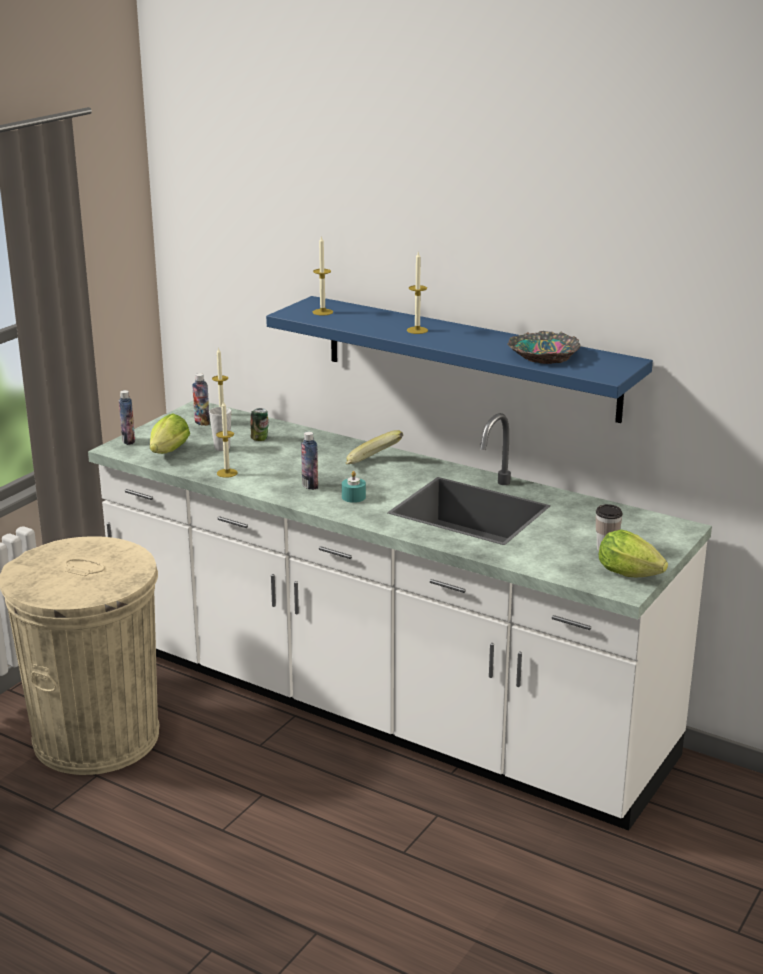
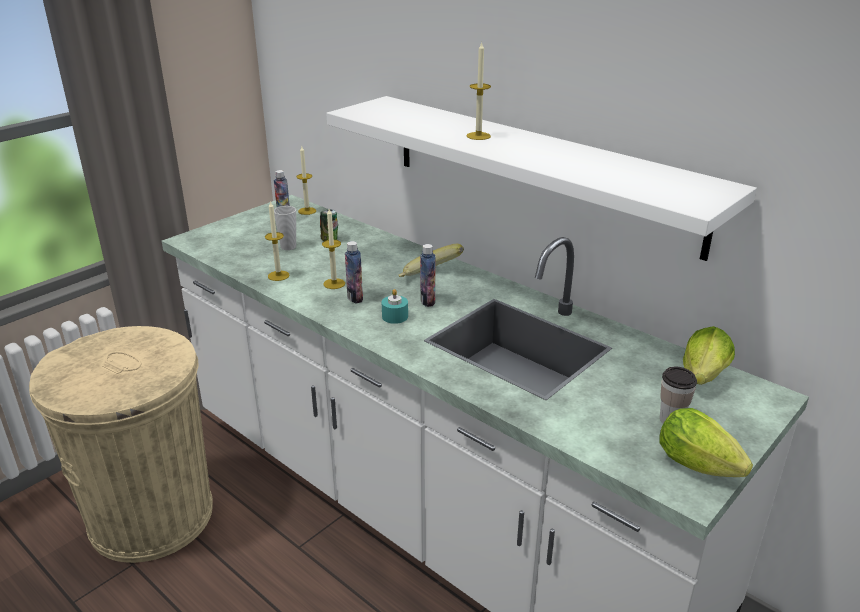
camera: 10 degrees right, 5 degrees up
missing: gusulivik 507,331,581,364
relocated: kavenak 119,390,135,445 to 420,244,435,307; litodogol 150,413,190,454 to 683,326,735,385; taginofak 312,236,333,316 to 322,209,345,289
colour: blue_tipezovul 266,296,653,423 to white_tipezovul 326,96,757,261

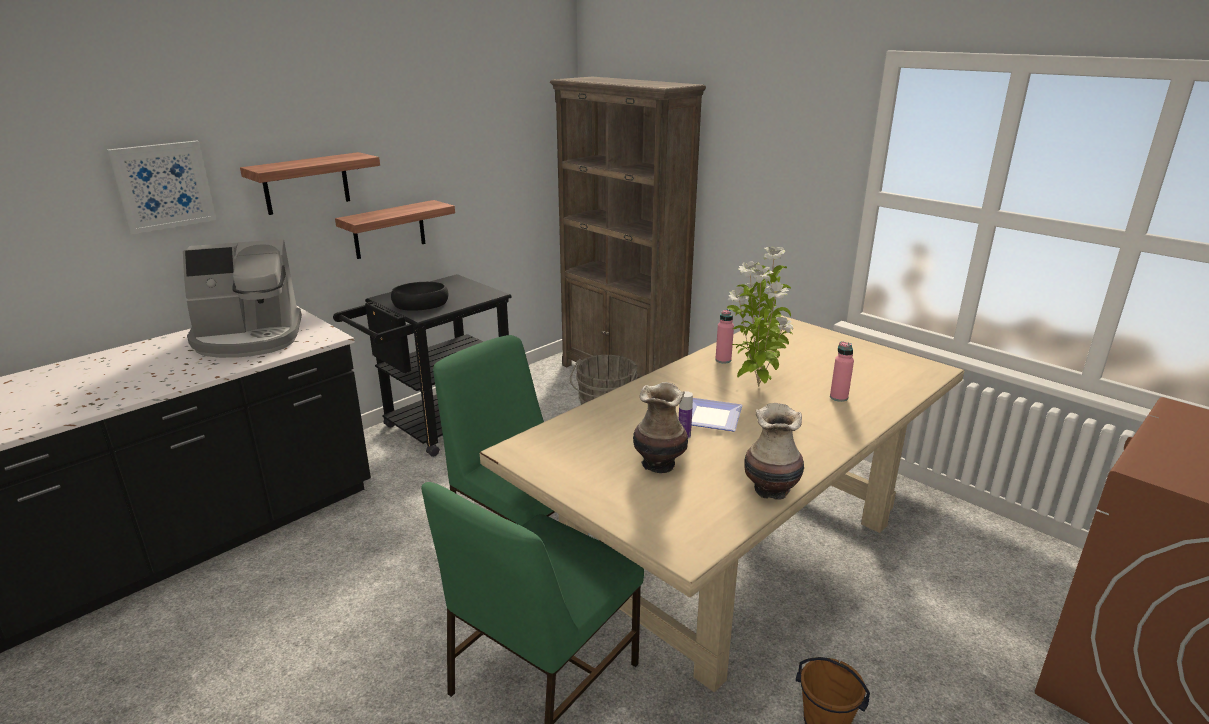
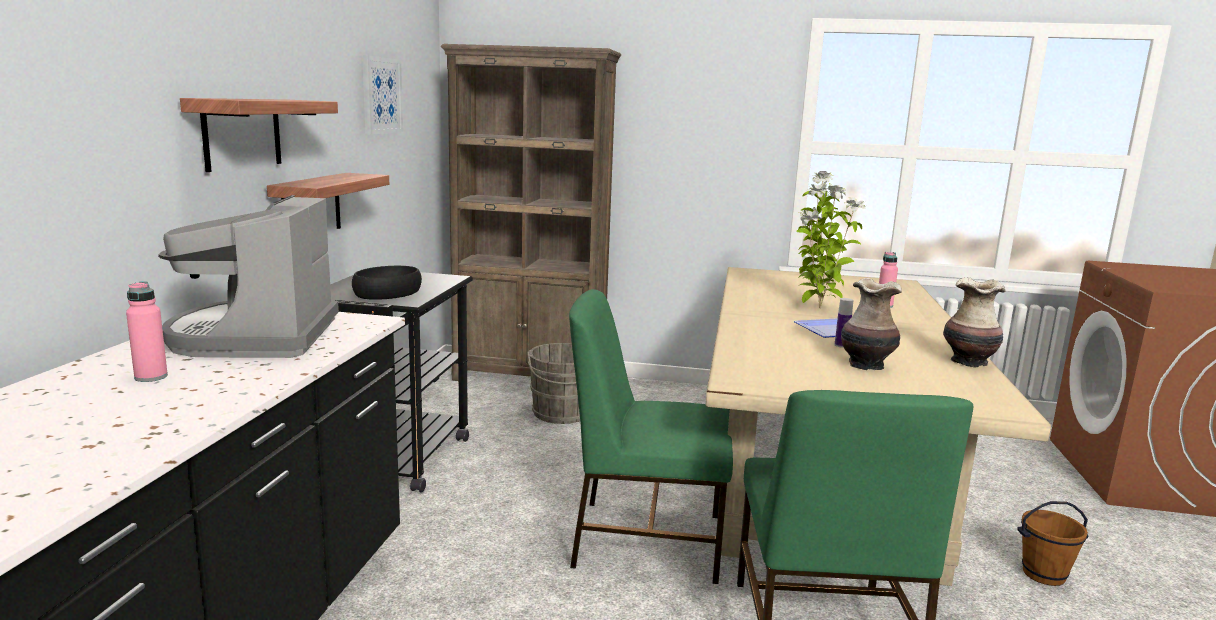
camera: 35 degrees left, 10 degrees down
relocated: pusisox 107,141,217,234 to 362,55,403,135; pink_kavenak 715,309,734,363 to 126,281,168,382
spun: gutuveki 183,239,302,358 = 158,195,339,358 135 degrees clockwise

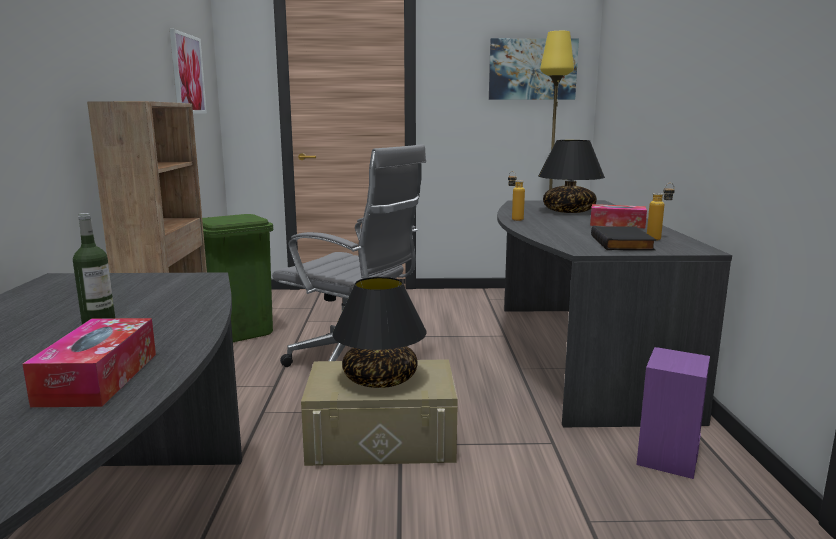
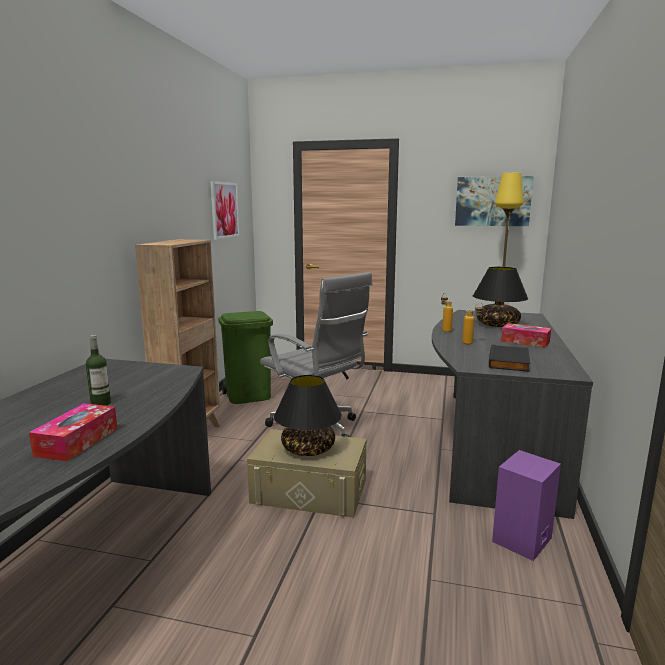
camera: 15 degrees right, 0 degrees up
relocated: kavenak 647,183,675,241 to 462,303,484,345

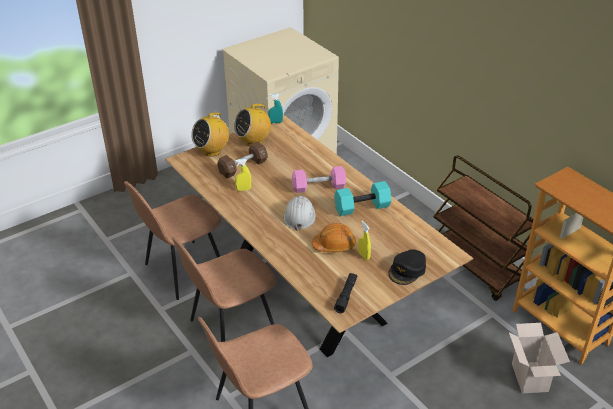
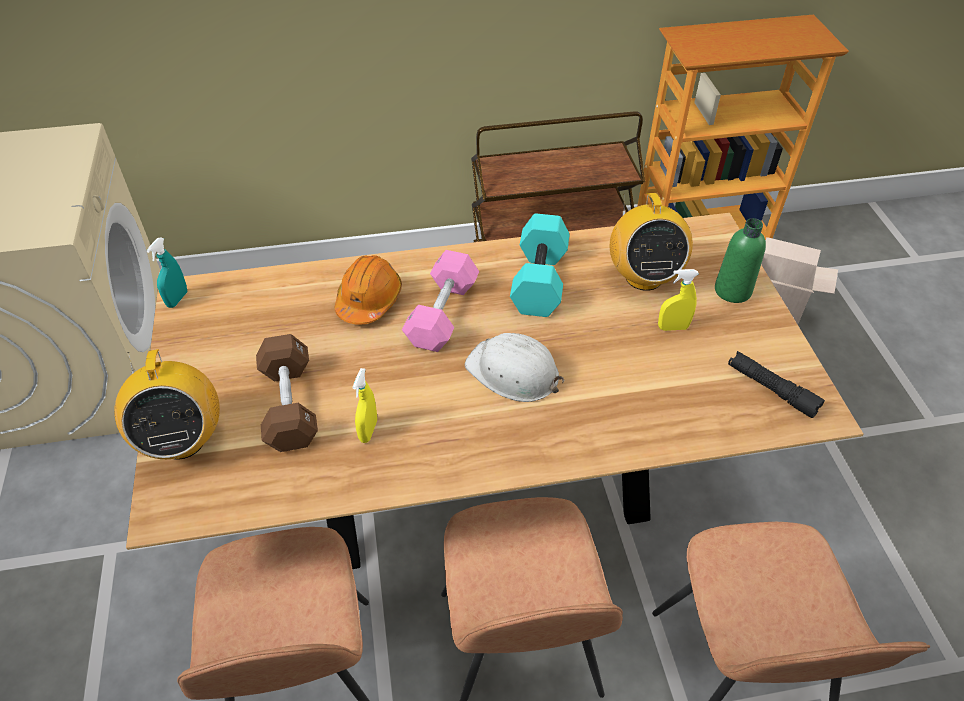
camera: 65 degrees left, 10 degrees up
relocated: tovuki 234,104,271,146 to 610,193,693,291; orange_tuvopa 312,223,356,252 to 335,255,402,325
exchanged: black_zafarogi 388,249,426,285 to green_kavenak 715,218,766,303

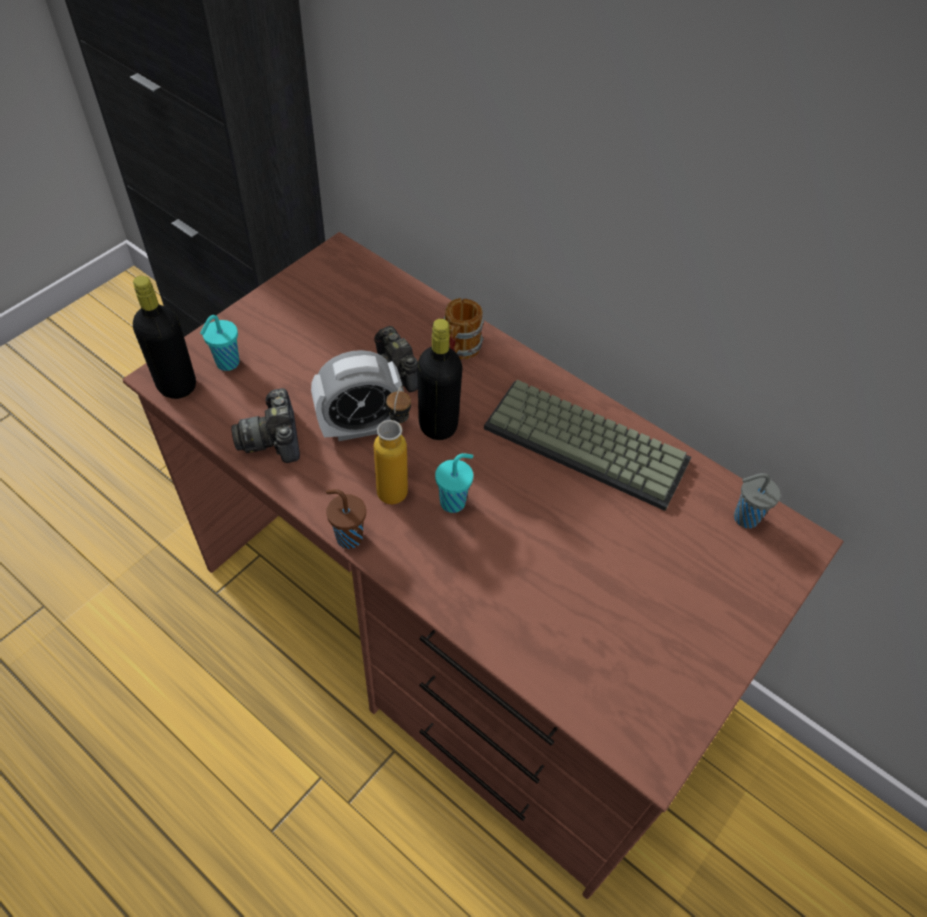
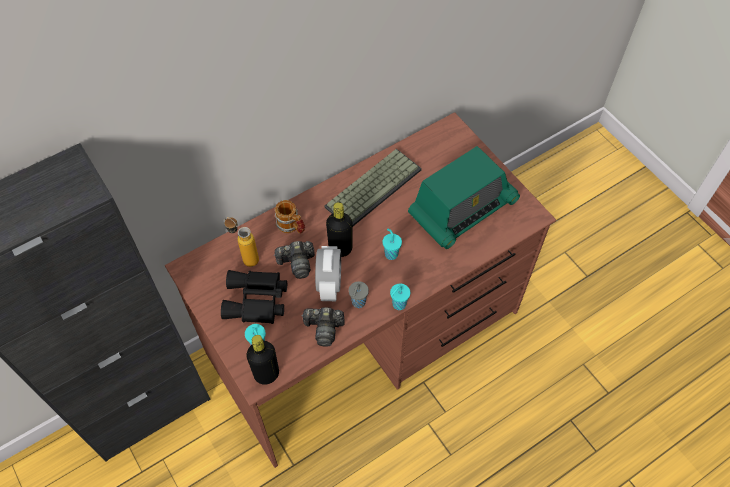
camera: 70 degrees left, 5 degrees up
appeared: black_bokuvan 221,270,287,324; tovuki 408,146,520,249
relocated: kavenak 374,386,411,504 to 225,217,259,267; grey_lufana 734,473,781,528 to 349,281,369,308
colour: brown_lufana 326,489,366,549 to turquoise_lufana 390,283,410,310

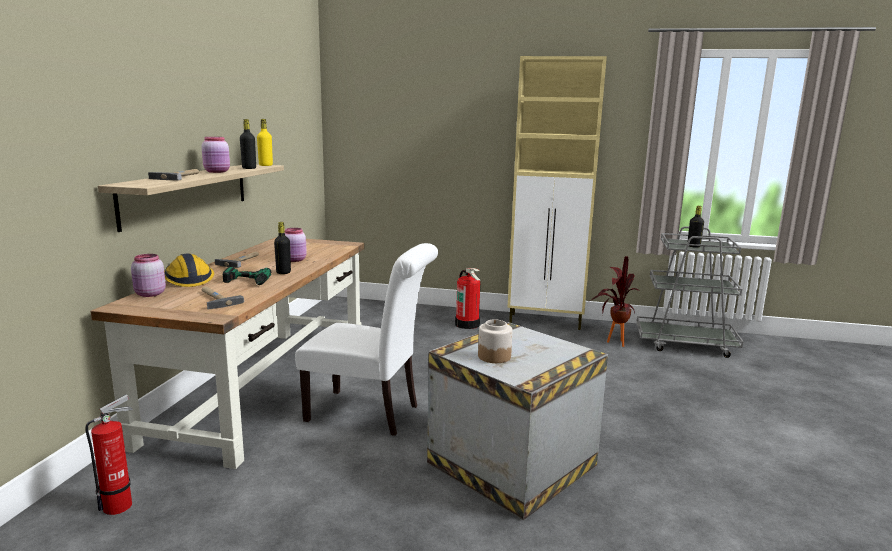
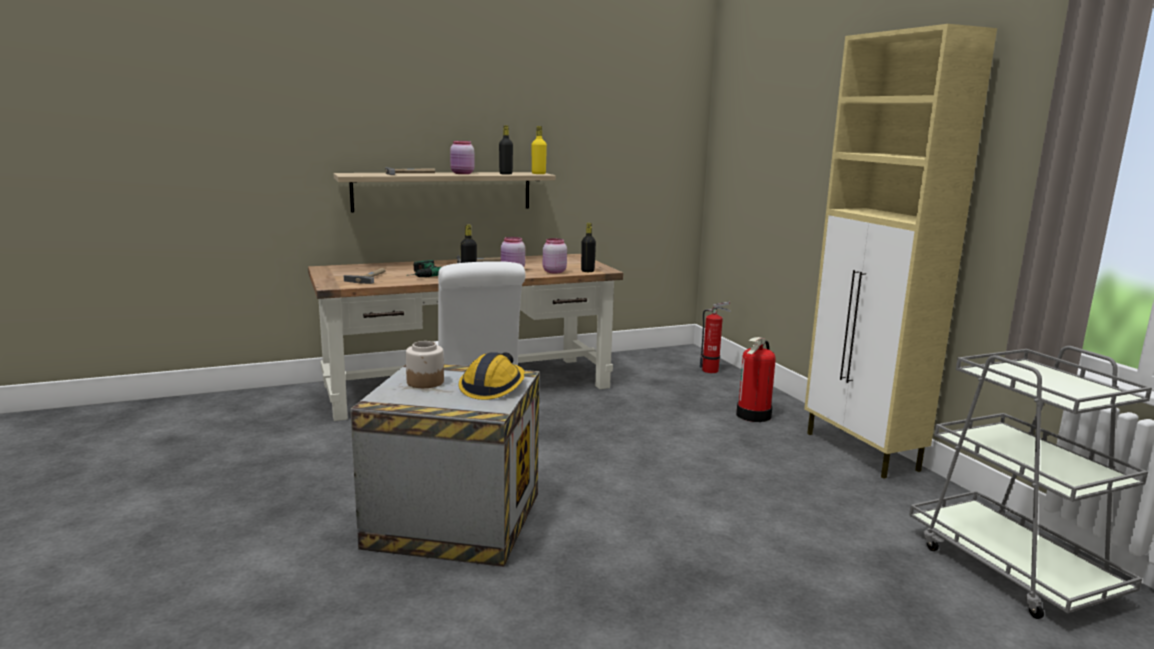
camera: 55 degrees right, 0 degrees up
missing: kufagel 590,256,640,347
relocated: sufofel 85,394,133,515 to 700,301,731,373; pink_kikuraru 131,254,166,297 to 543,238,567,274; tuvopa 164,253,214,287 to 459,352,525,400; black_kavenak 687,206,704,248 to 581,223,596,272

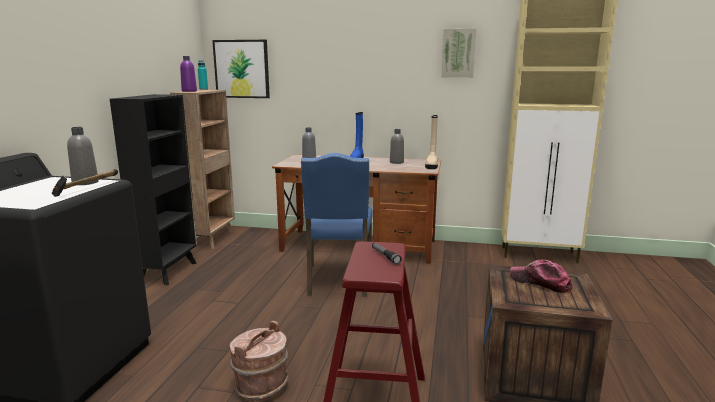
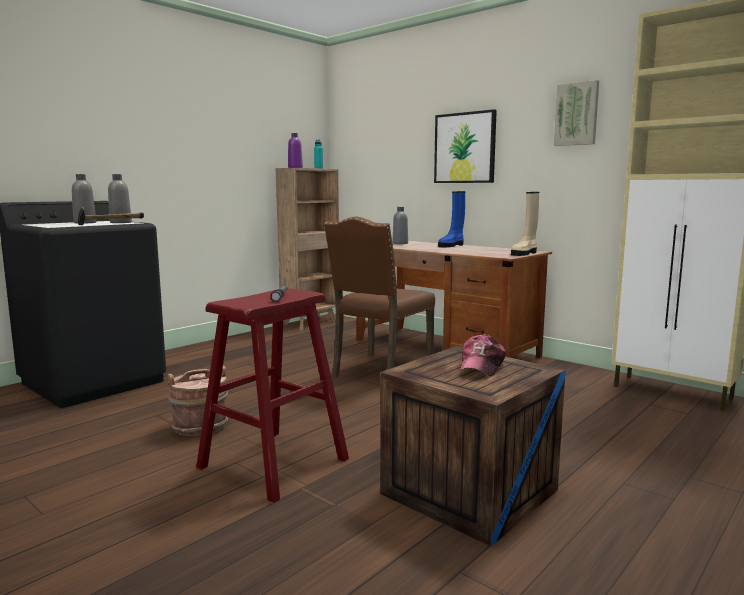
camera: 30 degrees right, 5 degrees down
missing: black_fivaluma 110,94,197,285
relocated: pusisox 212,40,270,98 to 434,109,497,183; grey_kavenak 390,129,404,164 to 72,174,96,223
colour: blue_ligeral 301,153,373,297 to brown_ligeral 324,216,435,378
spun: zafarogi 510,259,573,293 = 459,334,506,376 135 degrees counterclockwise

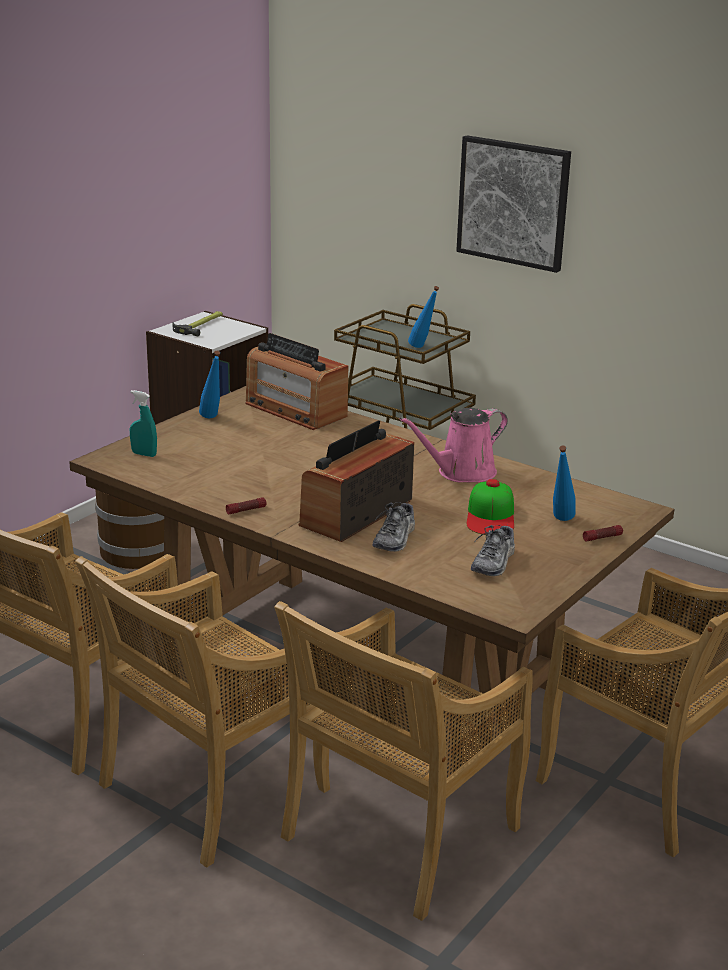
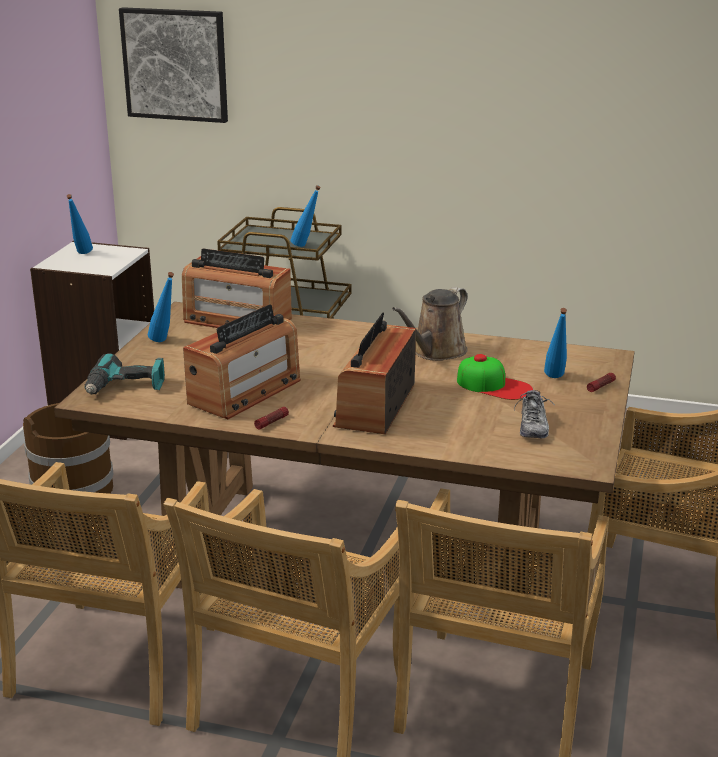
camera: 20 degrees left, 0 degrees up
missing: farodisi 372,500,415,552
appeared: tovuki 183,304,301,419
relocated: pusisox 456,135,571,273 to 119,7,228,123
exchanged: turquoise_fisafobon 130,390,157,457 to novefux 84,353,165,395; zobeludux 172,311,223,336 to blue_kavenak 67,194,93,254
colour: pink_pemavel 400,408,508,482 to brown_pemavel 392,287,468,361
spun: zafarogi 467,479,514,535 = 457,354,533,400 45 degrees counterclockwise

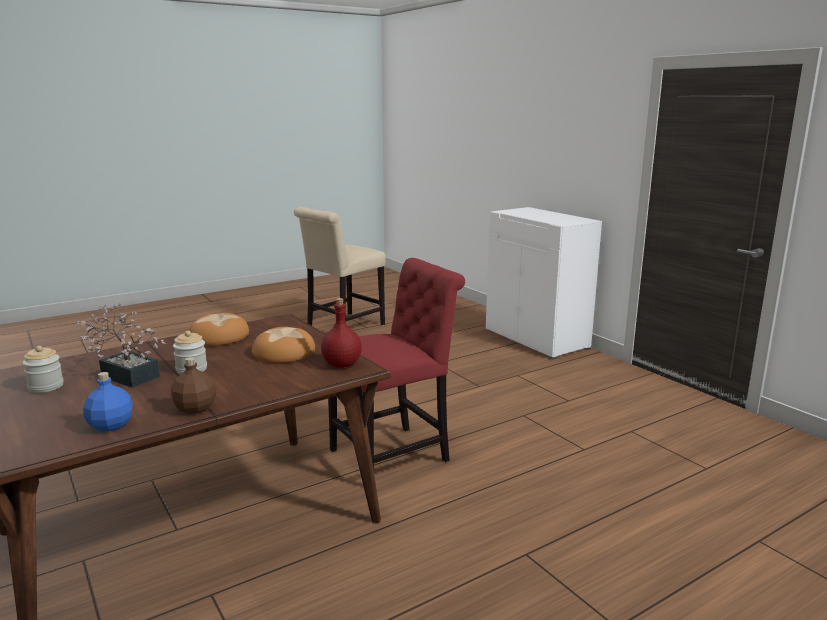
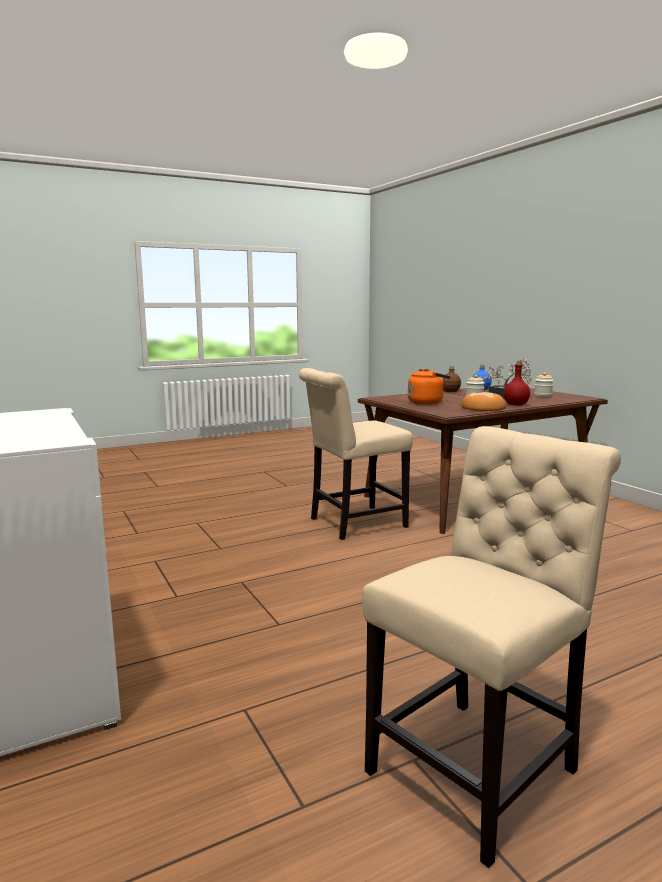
camera: 175 degrees left, 5 degrees down
relocated: red_kavenak 321,298,362,368 to 504,361,530,406
exchanged: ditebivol 252,327,315,363 to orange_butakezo 408,368,451,404
colour: red_ligeral 328,258,465,469 to beige_ligeral 299,368,413,540

